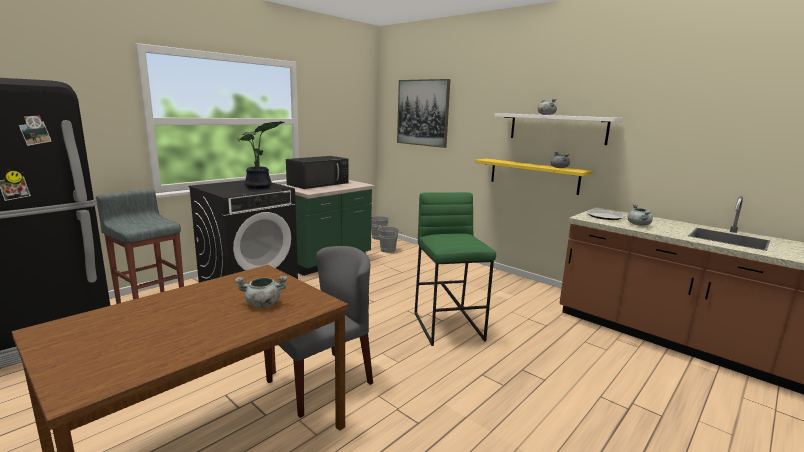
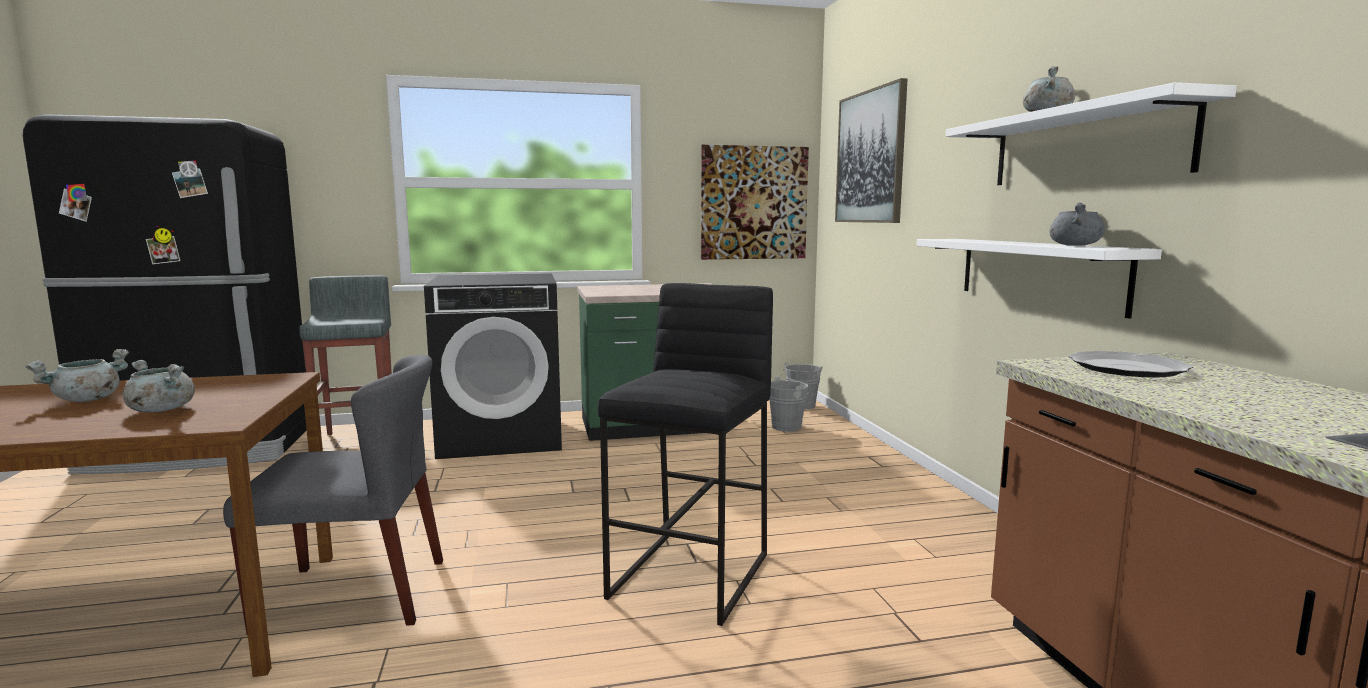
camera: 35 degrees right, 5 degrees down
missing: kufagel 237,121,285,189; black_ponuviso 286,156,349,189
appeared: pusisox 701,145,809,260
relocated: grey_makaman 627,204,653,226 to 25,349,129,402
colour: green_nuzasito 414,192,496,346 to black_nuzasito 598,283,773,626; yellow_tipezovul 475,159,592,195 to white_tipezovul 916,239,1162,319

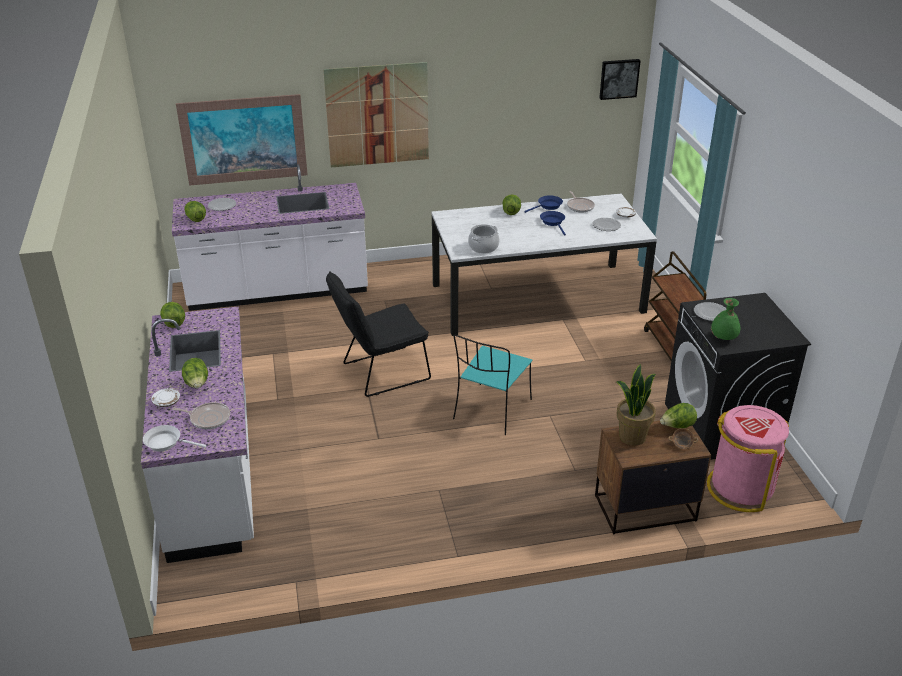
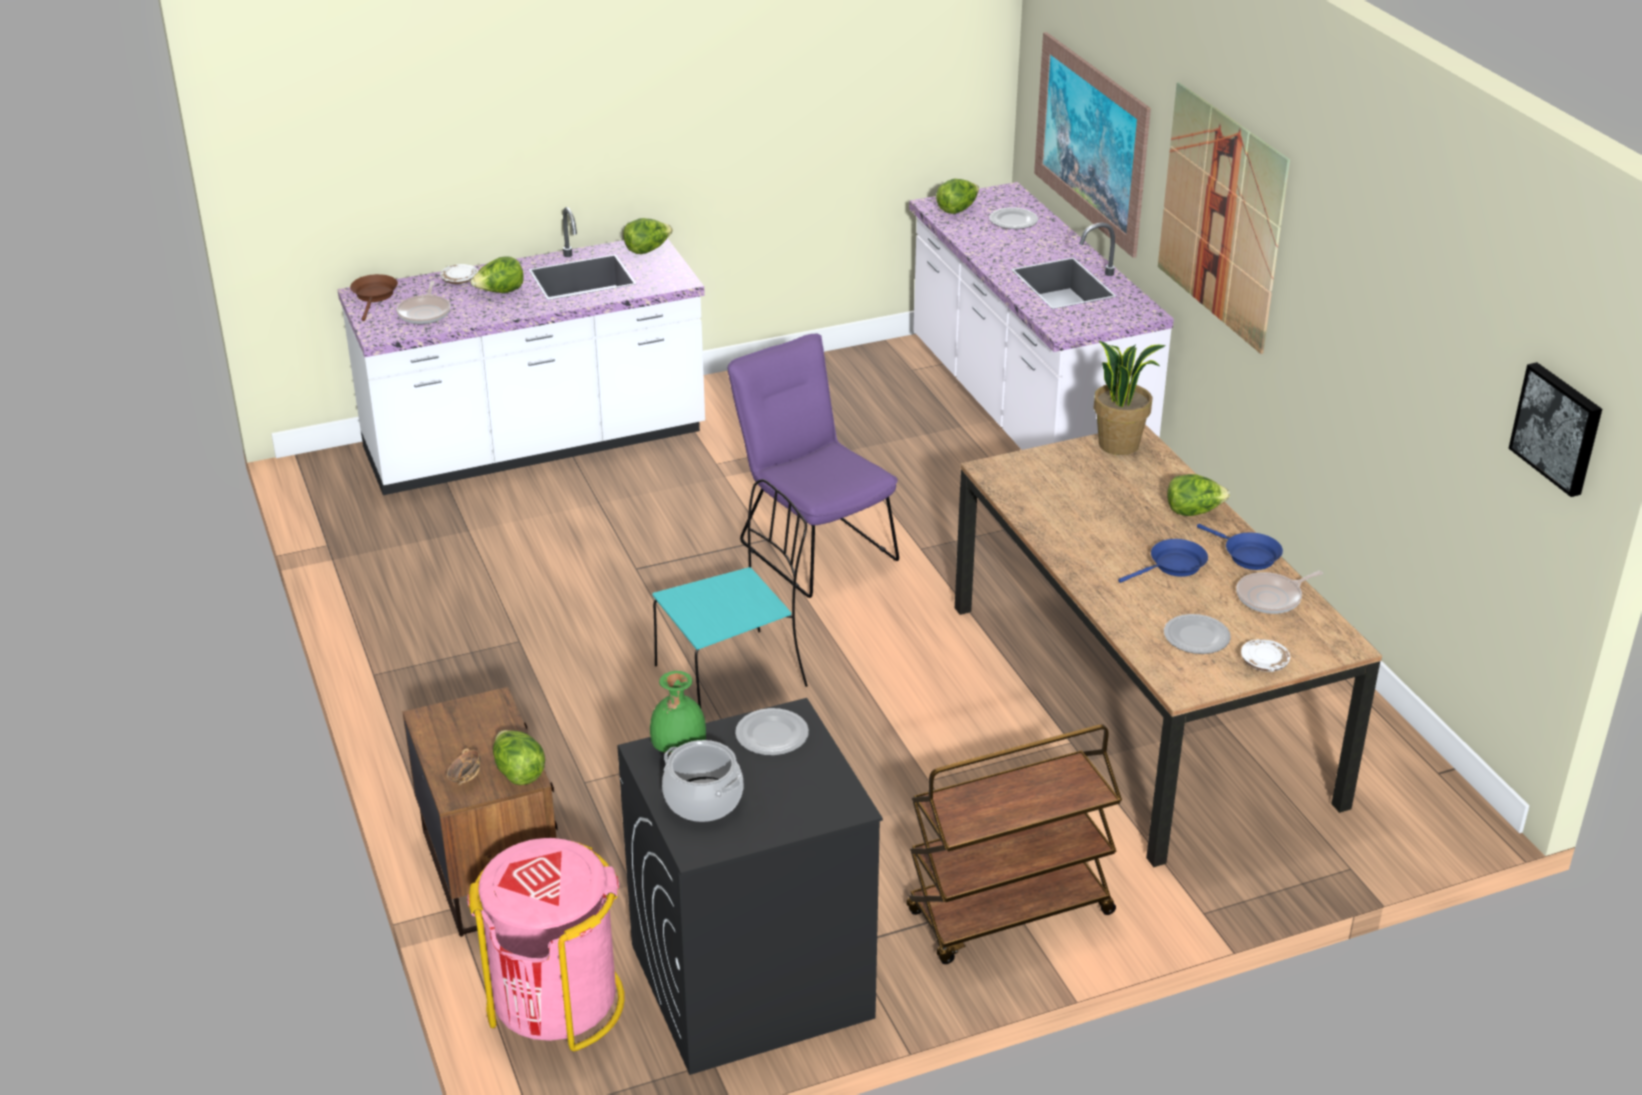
camera: 80 degrees right, 0 degrees up
relocated: makaman 468,224,500,253 to 662,740,743,822; kufagel 616,364,656,446 to 1094,340,1165,455
colour: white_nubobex 143,425,206,451 to brown_nubobex 350,274,398,321; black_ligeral 326,271,431,397 to purple_ligeral 728,334,899,598; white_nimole 431,194,657,336 to brown_nimole 955,424,1382,867
spun: turquoise_ligeral 453,335,532,435 = 652,479,808,708 135 degrees clockwise

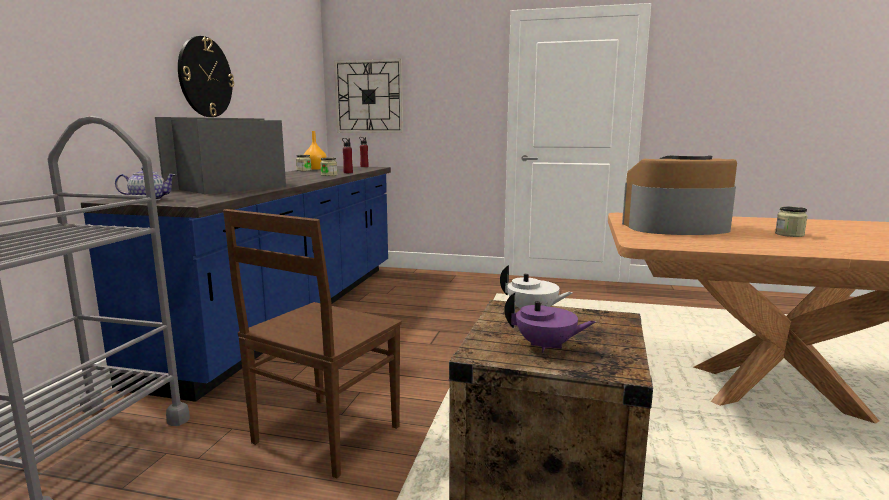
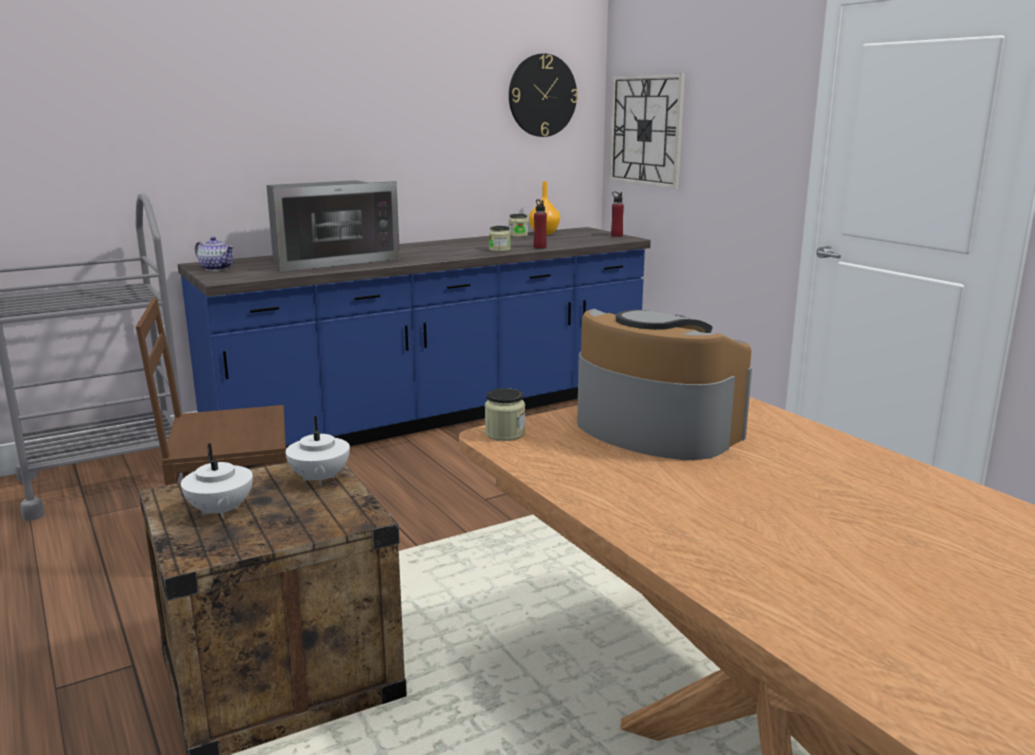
camera: 45 degrees right, 5 degrees up
relocated: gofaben 178,36,234,117 to 509,53,578,137; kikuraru 775,207,808,237 to 485,388,525,441
colour: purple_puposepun 504,292,596,353 to white_puposepun 181,443,253,519
spun: ponuviso 155,117,286,194 = 266,180,400,272 150 degrees clockwise

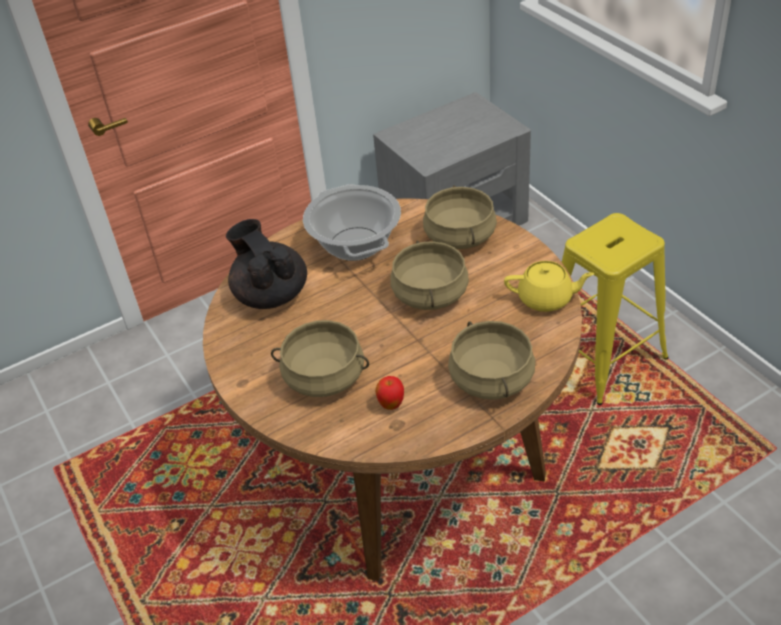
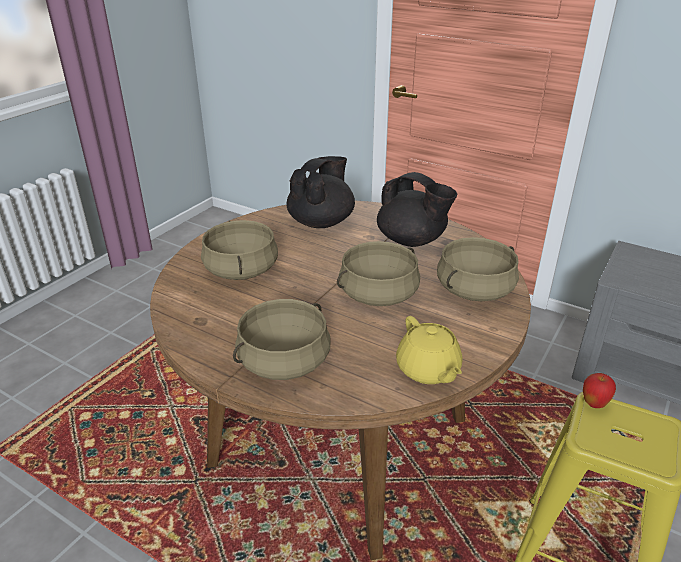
camera: 60 degrees right, 10 degrees down
relocated: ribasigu 375,376,404,410 to 583,373,616,408
exchanged: makaman 303,184,401,261 to black_puposepun 377,172,458,247

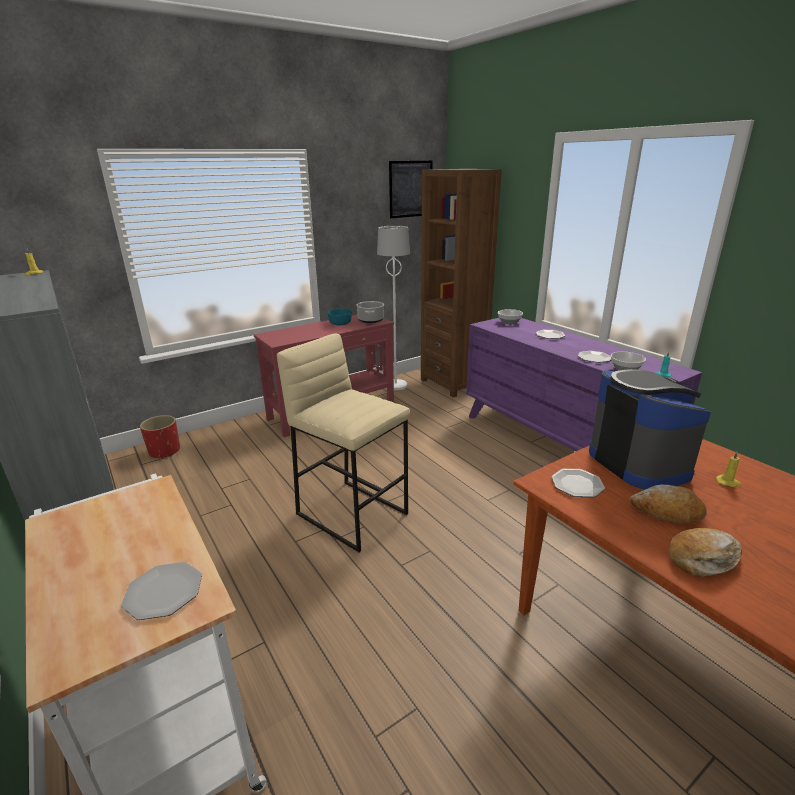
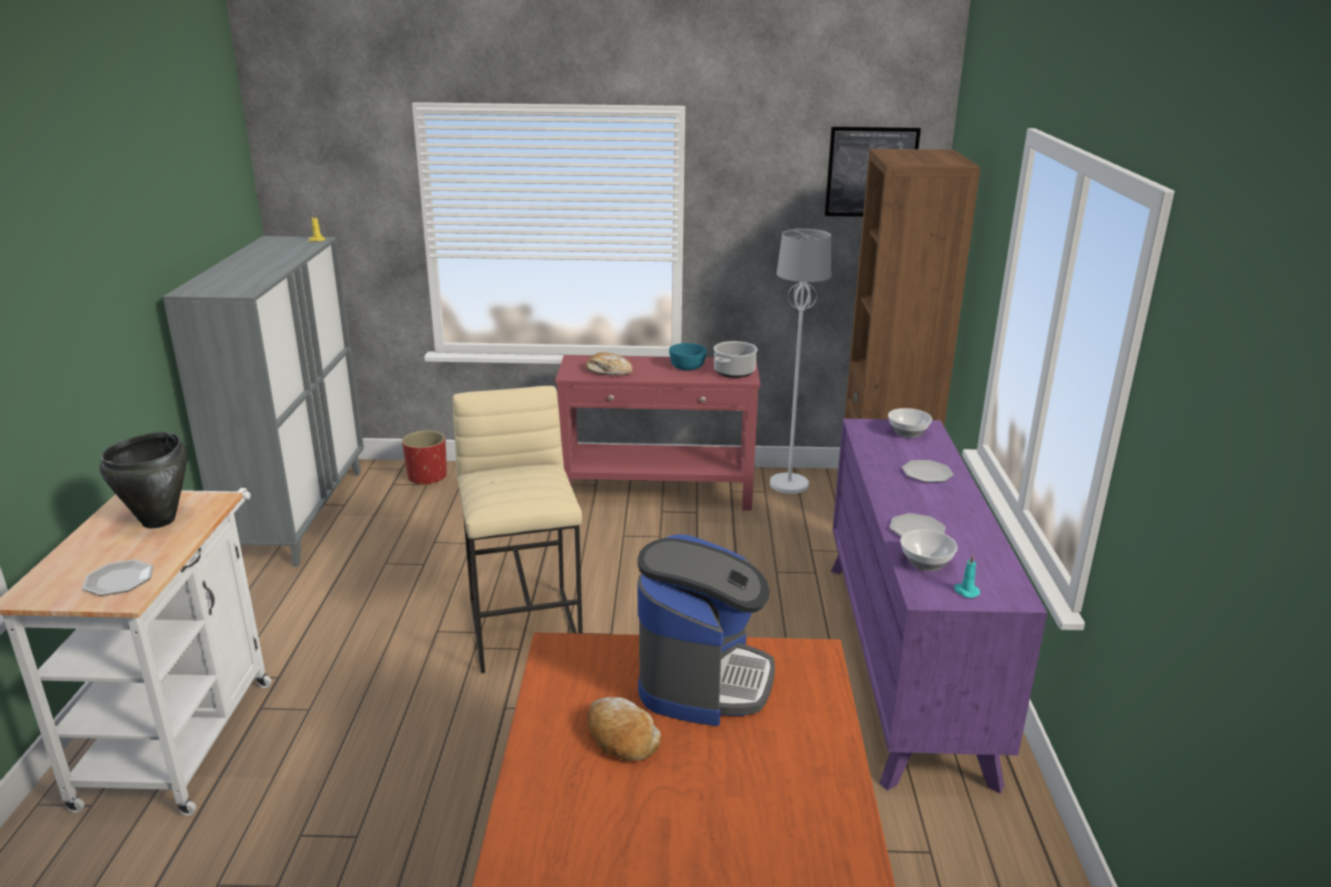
camera: 35 degrees right, 0 degrees up
missing: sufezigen 551,469,605,497; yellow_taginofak 716,452,741,487
appeared: black_makaman 100,432,187,528
relocated: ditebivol 669,528,742,576 to 586,352,633,376

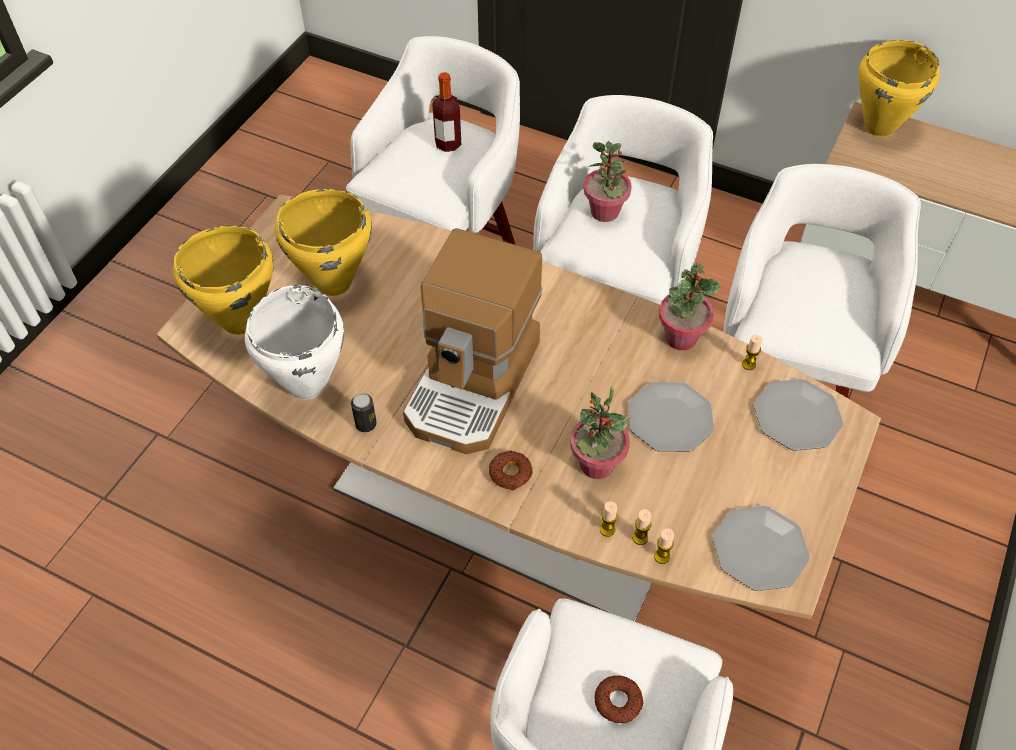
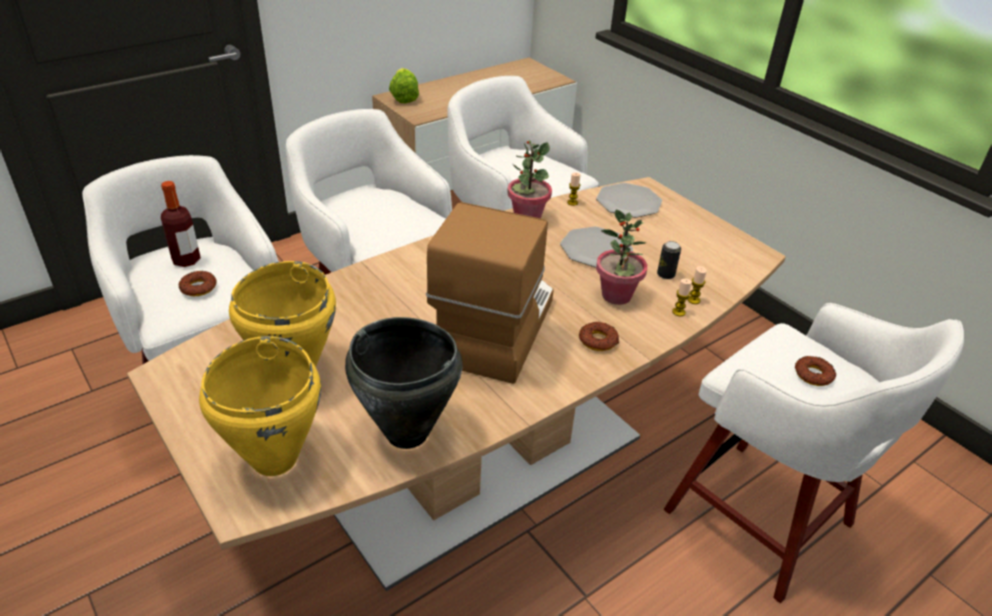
camera: 65 degrees left, 15 degrees down
missing: kufagel 583,141,632,222; taginofak 654,528,674,564; sufezigen 712,506,810,591
appeared: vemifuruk 179,271,217,296
relocated: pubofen 351,393,377,432 to 657,241,681,279
exchanged: yellow_makaman 859,40,939,137 to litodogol 389,68,419,103
colour: white_makaman 245,285,344,400 to black_makaman 345,317,463,449
spun: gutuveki 403,228,543,454 = 426,202,554,384 120 degrees counterclockwise

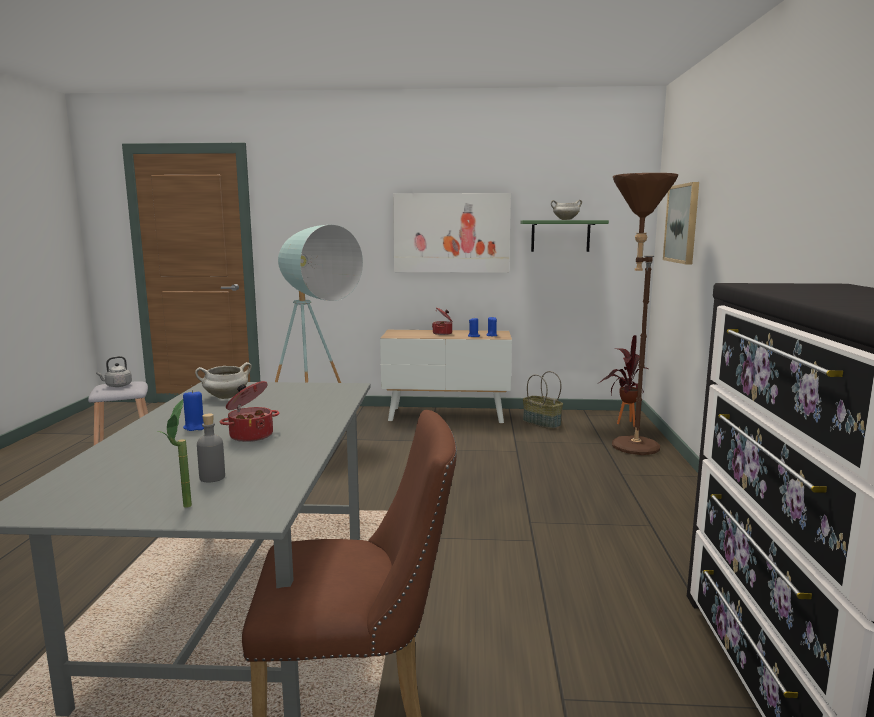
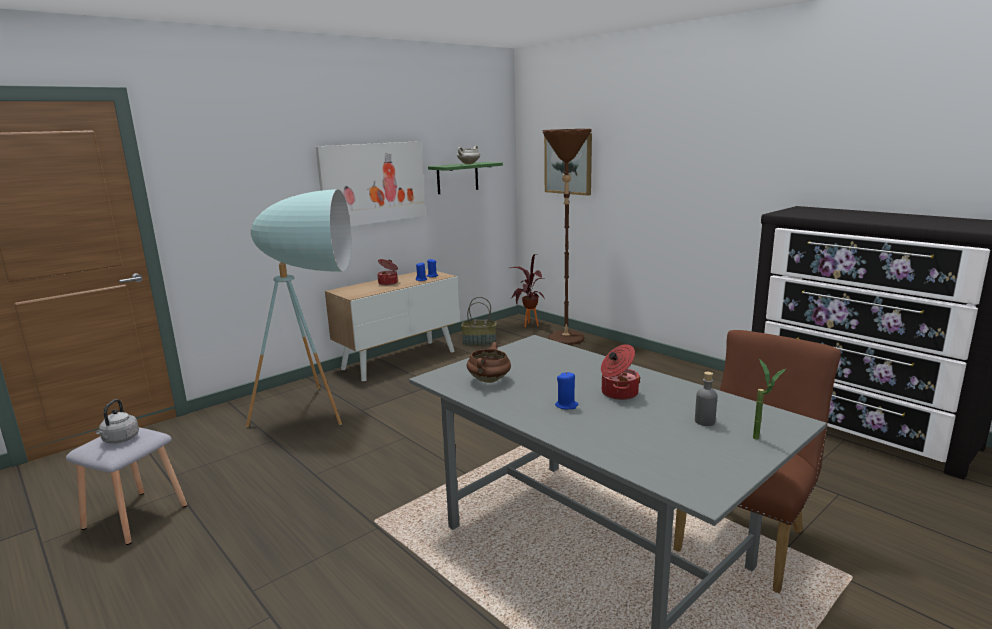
camera: 45 degrees left, 5 degrees up
colour: white_makaman 195,362,252,399 to brown_makaman 467,342,511,383

